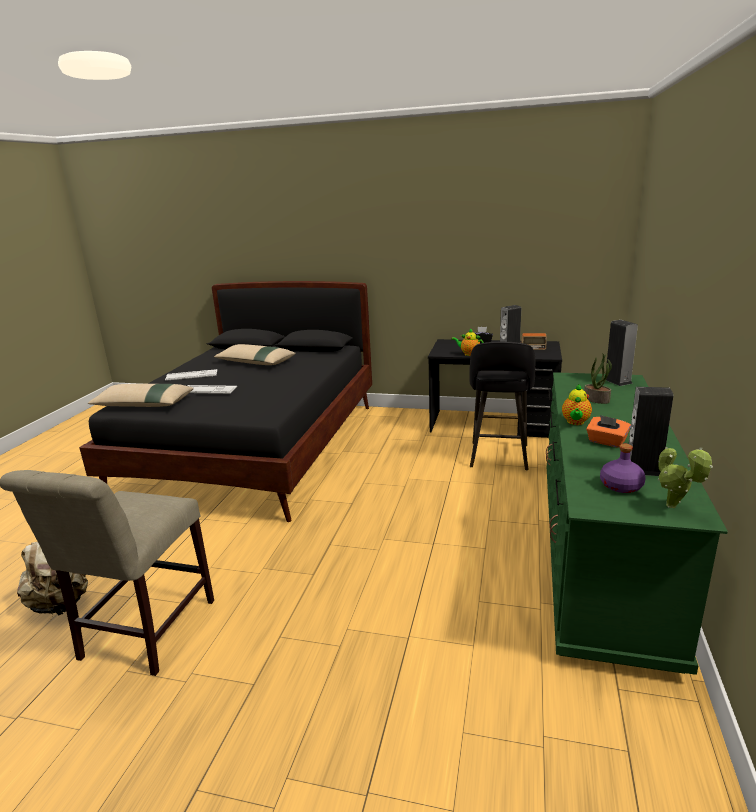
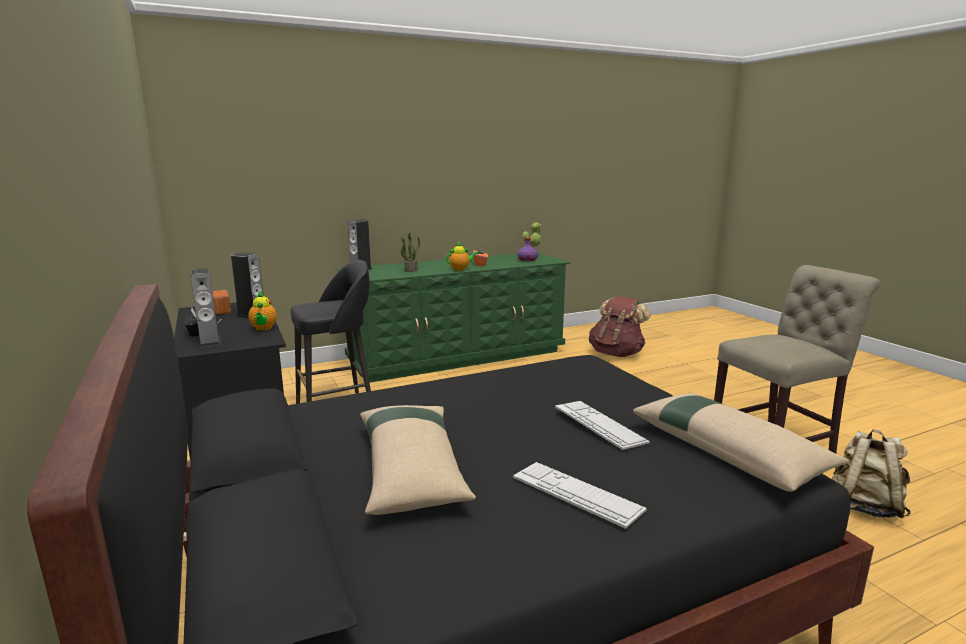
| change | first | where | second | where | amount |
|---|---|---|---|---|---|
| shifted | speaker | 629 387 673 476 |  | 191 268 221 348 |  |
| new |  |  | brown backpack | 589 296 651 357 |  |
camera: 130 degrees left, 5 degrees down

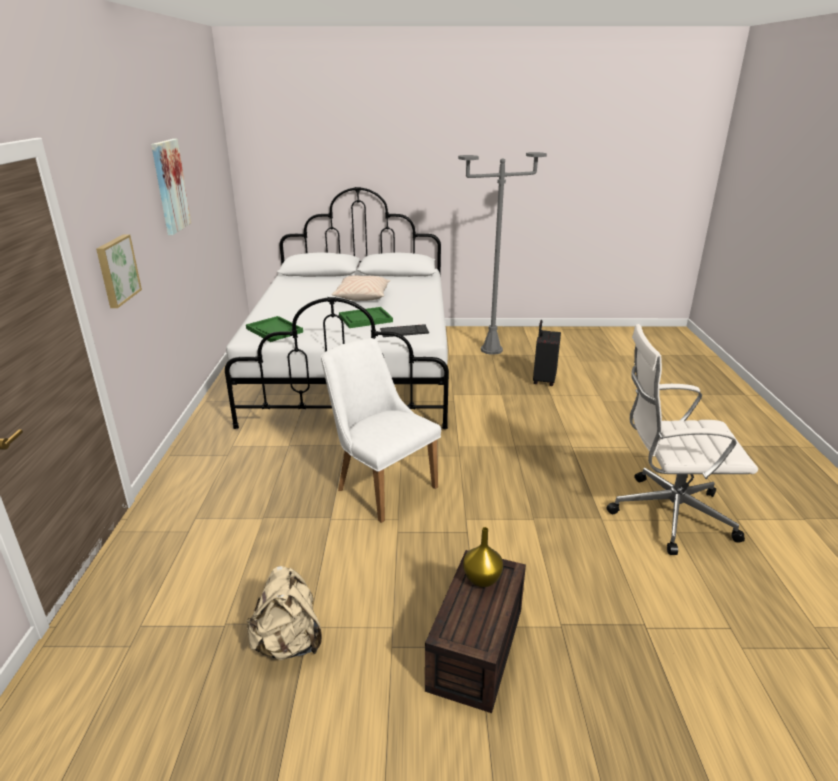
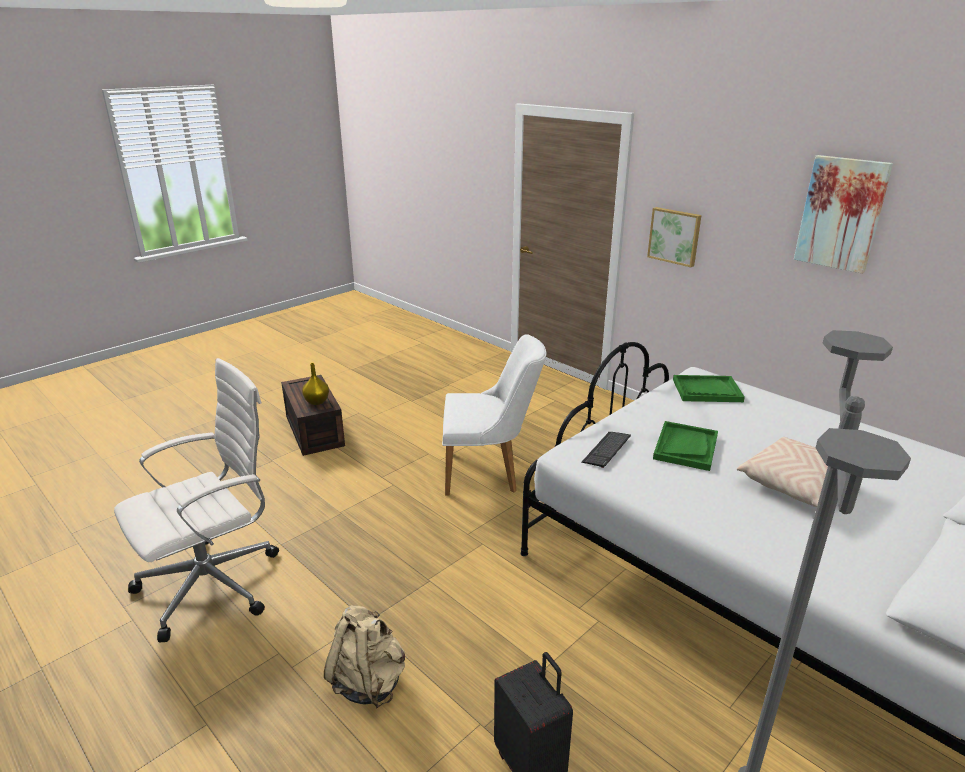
| change | first | where | second | where | amount |
|---|---|---|---|---|---|
| shifted | beige-coloured backpack | 247 566 322 661 |  | 324 605 405 708 |  |
camera: 135 degrees right, 0 degrees up

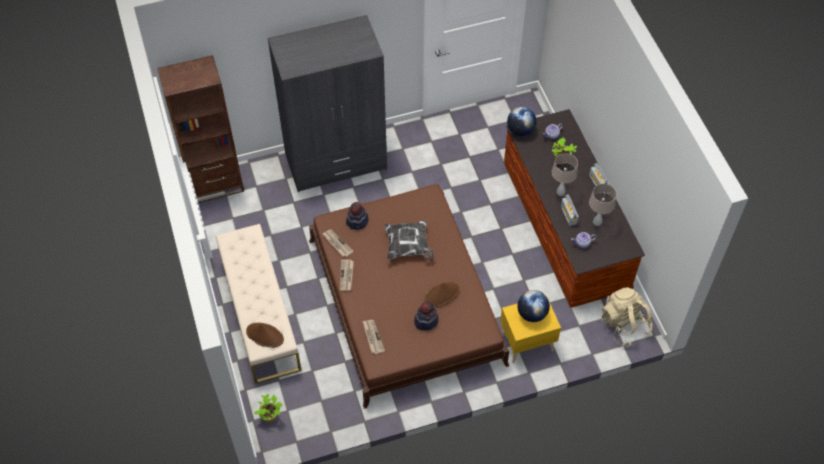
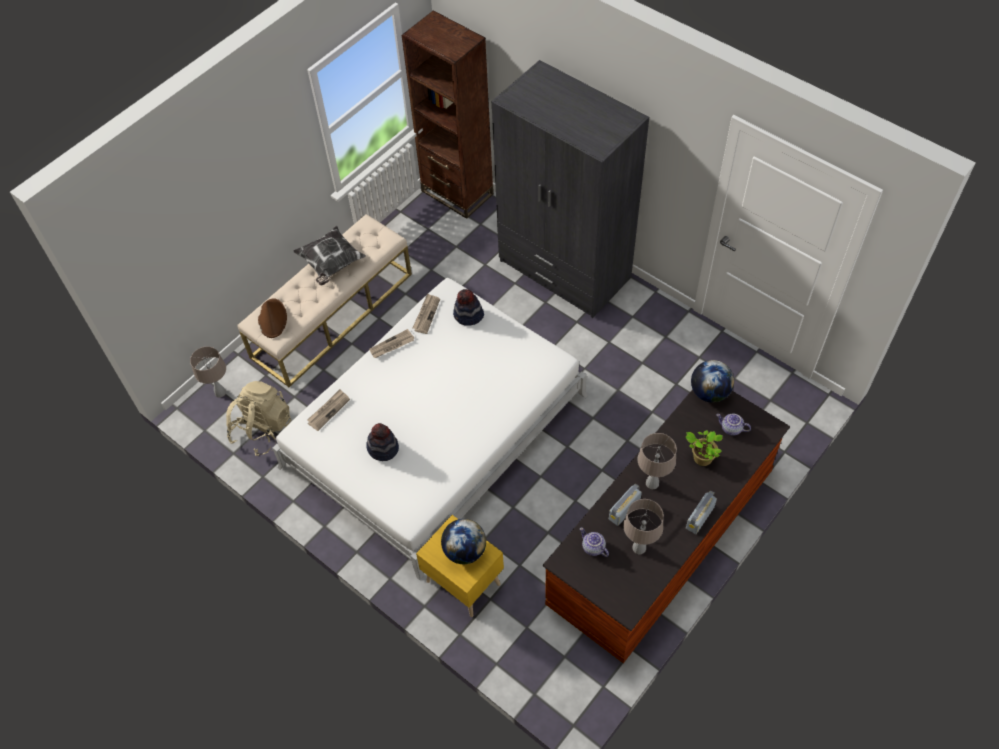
| change | first | where | second | where | amount |
|---|---|---|---|---|---|
| swapped | potted plant | 254 394 283 423 | beige-coloured table lamp | 190 346 226 398 |  |
| repainted | brown sleeping bed | 309 184 510 409 | whitish sleeping bed | 272 278 588 580 |  |
| shifted | cushion | 384 220 434 260 |  | 293 226 366 285 |  |
| gone | brown clothing hat | 424 282 460 307 |  |  |  |
| shifted | beige-coloured backpack | 601 287 653 346 |  | 226 381 291 456 |  |
camera: 60 degrees right, 0 degrees up

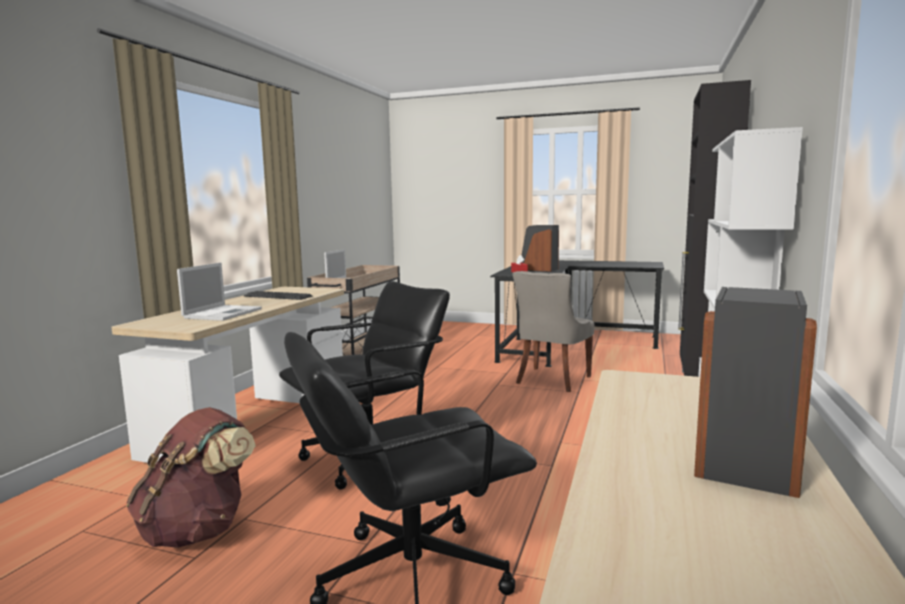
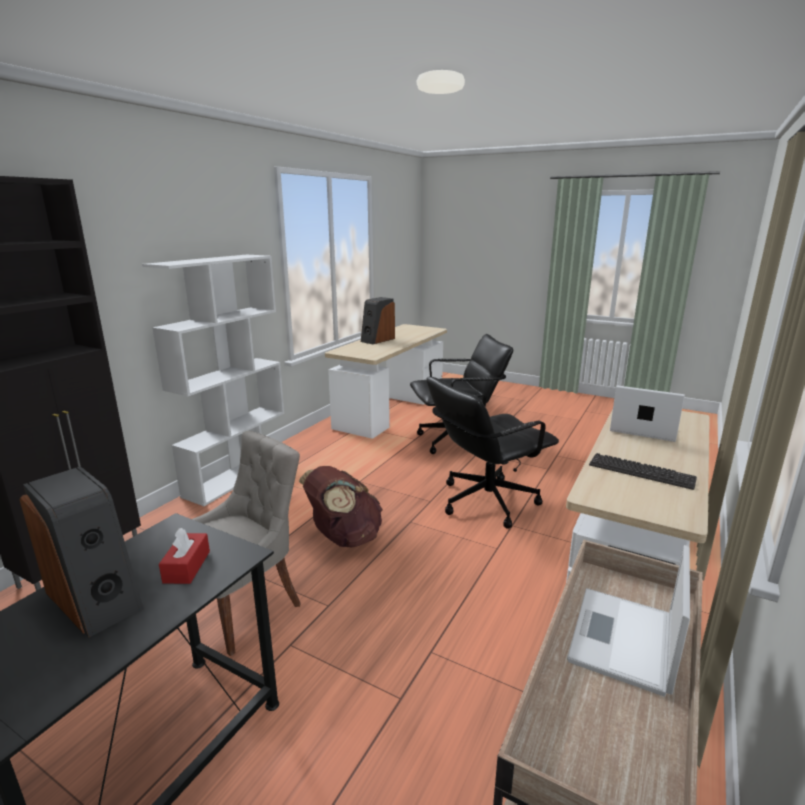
| change | first | where | second | where | amount |
|---|---|---|---|---|---|
| shifted | brown backpack | 126 407 256 548 |  | 299 466 383 548 |  |
| rotated | notebook computer | 177 262 262 321 |  | 610 385 685 442 | 90 degrees clockwise |
camera: 170 degrees left, 10 degrees up

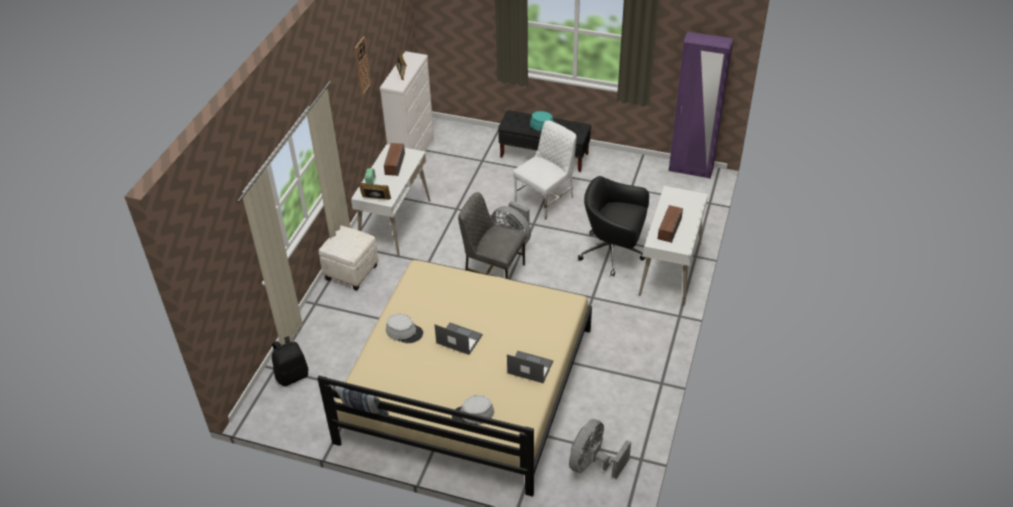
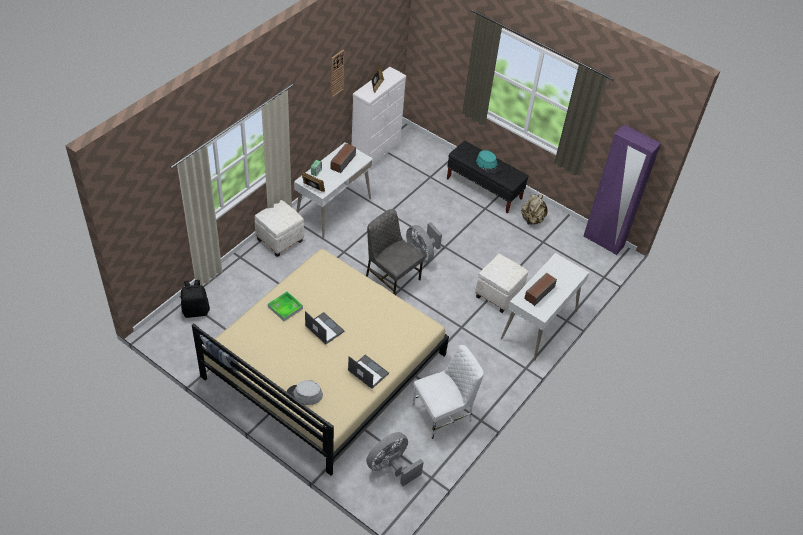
| change | first | where | second | where | amount |
|---|---|---|---|---|---|
| swapped | greyish clothing hat | 386 314 423 343 | carrying tray | 268 291 303 321 |  |
| shifted | whitish chair | 513 120 577 220 |  | 412 345 484 439 |  |
| swapped | blackish office chair | 578 176 649 276 | whitish ottoman | 475 254 528 313 |  |
| new |  |  | beige-coloured backpack | 521 194 547 225 |  |
camera: 15 degrees right, 5 degrees up

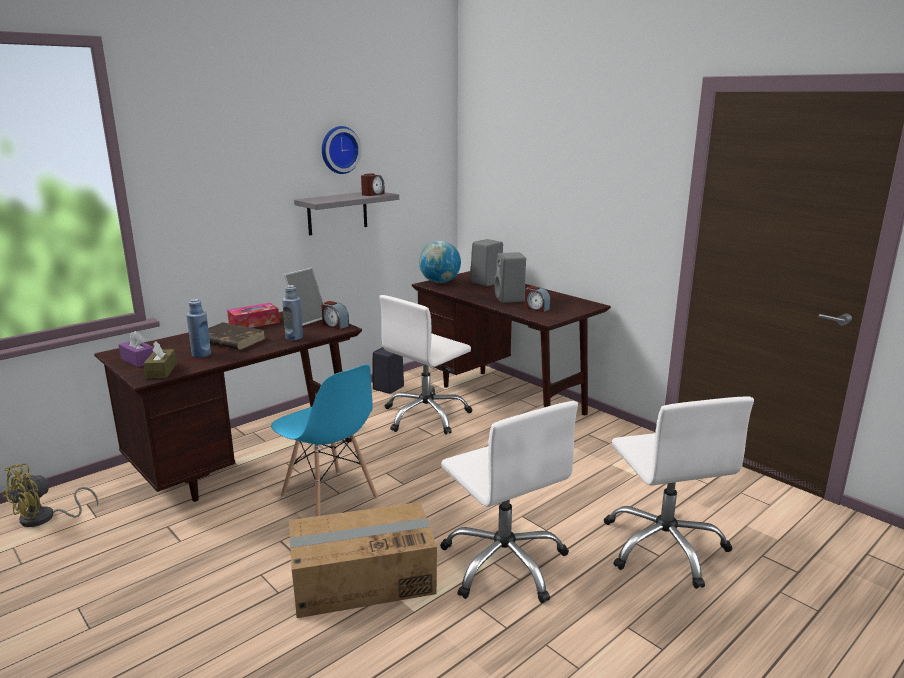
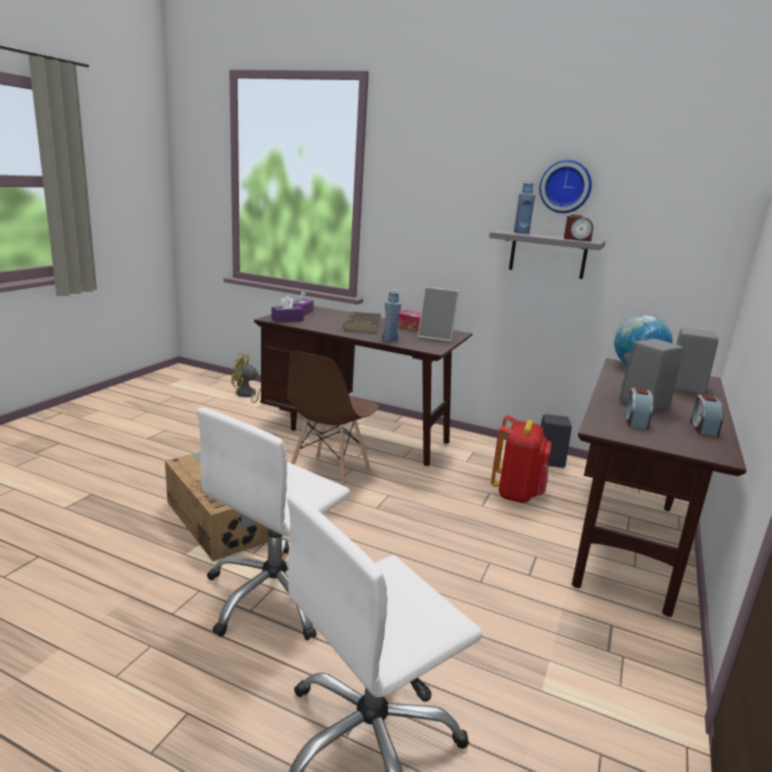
| change | first | where | second | where | amount |
|---|---|---|---|---|---|
| repainted | brown tissue box | 143 341 177 379 | purple tissue box | 271 296 304 322 |  |
| shifted | bluish beverage bottle | 186 299 211 358 |  | 514 181 535 234 |  |
| repainted | bluish chair | 271 364 378 516 | brown chair | 287 351 379 486 |  |
| shifted | table clock | 321 301 349 329 |  | 690 394 724 436 |  |
| swapped | whitish office chair | 379 295 472 435 | red backpack | 491 415 552 503 |  |
camera: 65 degrees right, 0 degrees up

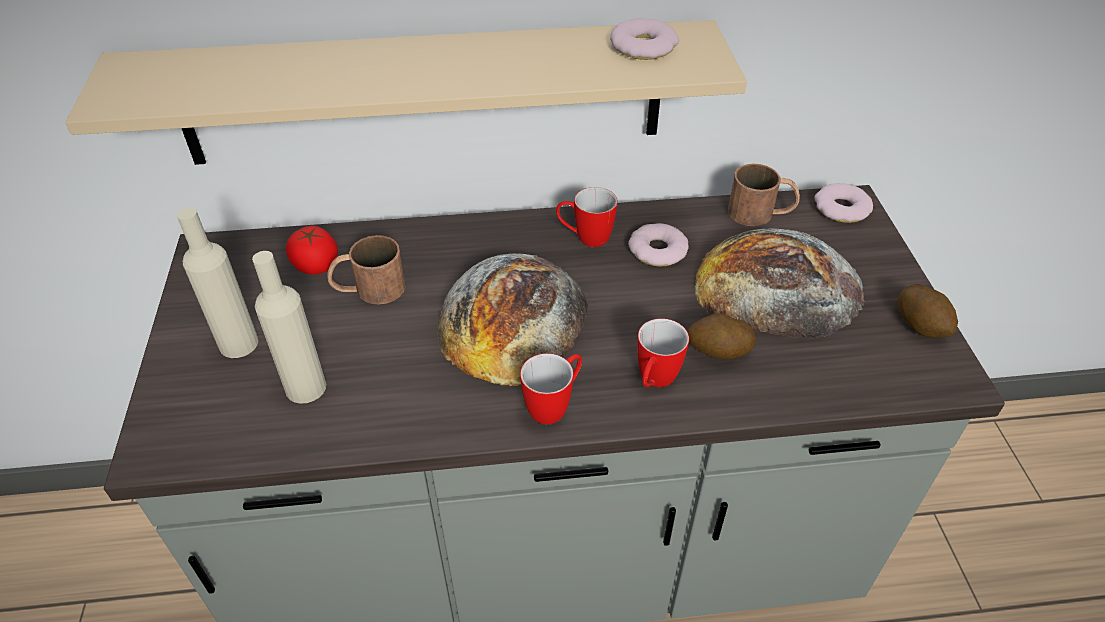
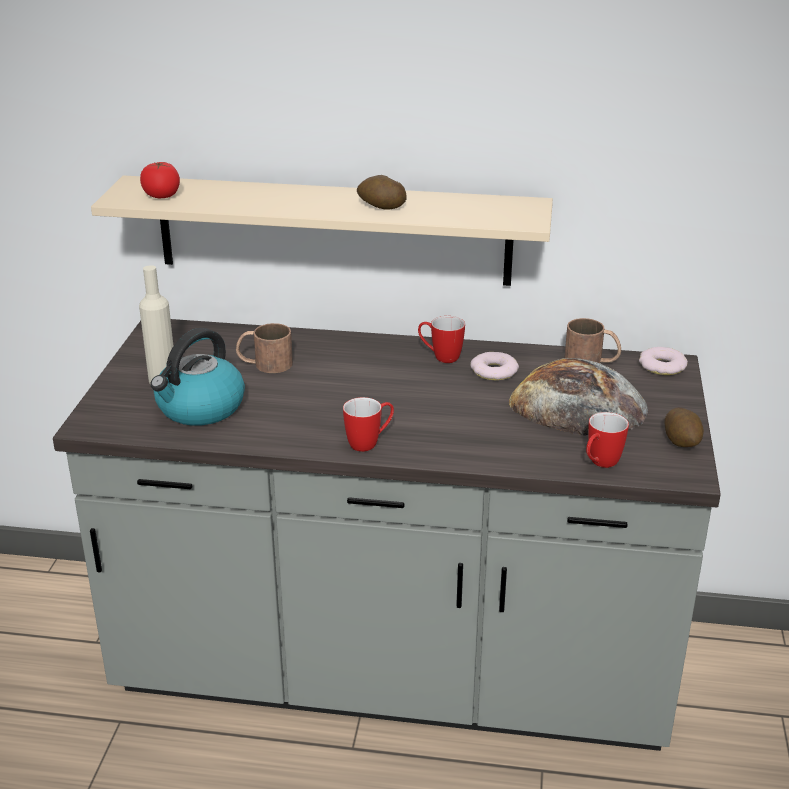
| change | first | where | second | where | amount |
|---|---|---|---|---|---|
| swapped | beige-coloured beverage bottle | 252 251 326 404 | kettle | 150 328 245 426 |  |
| shifted | fresh tomato | 286 225 338 275 |  | 140 162 180 198 |  |
| gone | bakery bread | 437 253 589 386 |  |  |  |
| gone | donut | 610 18 679 60 |  |  |  |
| shifted | tea mug | 637 318 689 387 |  | 586 412 629 468 |  |
| shifted | spud | 687 313 756 359 |  | 357 175 407 210 |  |
camera: 15 degrees right, 15 degrees down

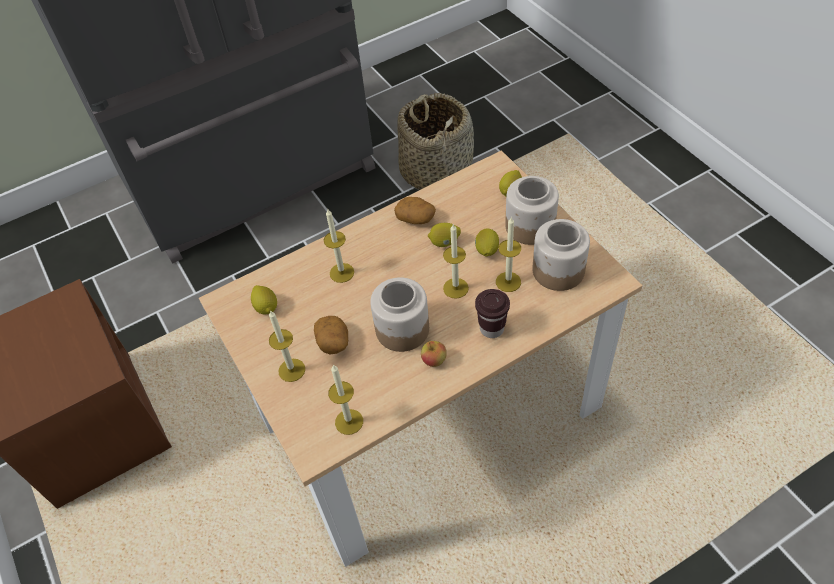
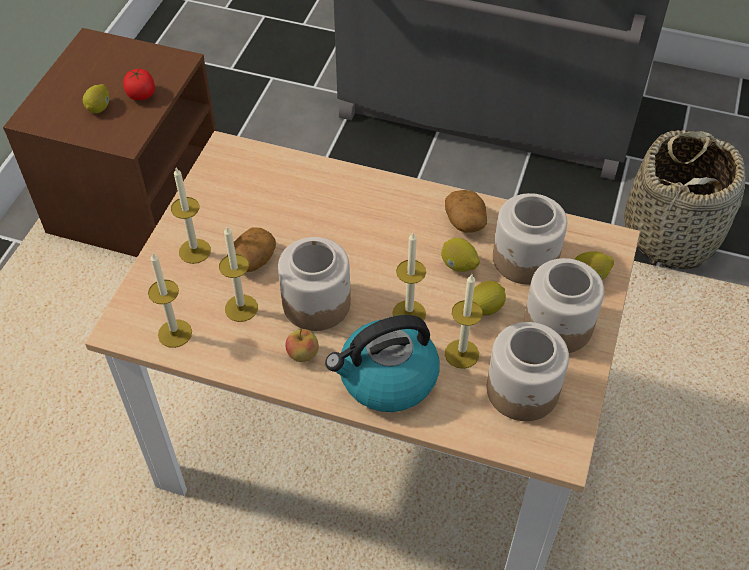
| change | first | where | second | where | amount |
|---|---|---|---|---|---|
| shifted | whole lemon | 251 285 277 315 |  | 83 84 110 113 |  |
| shifted | wax candle | 324 209 354 283 |  | 219 227 258 322 |  |
| swapped | brown cup | 475 289 510 338 | kettle | 325 315 439 412 |  |
| new |  |  | fresh tomato | 123 69 155 100 |  |
| new |  |  | storage jar | 493 193 567 284 |  |
camera: 45 degrees right, 0 degrees up

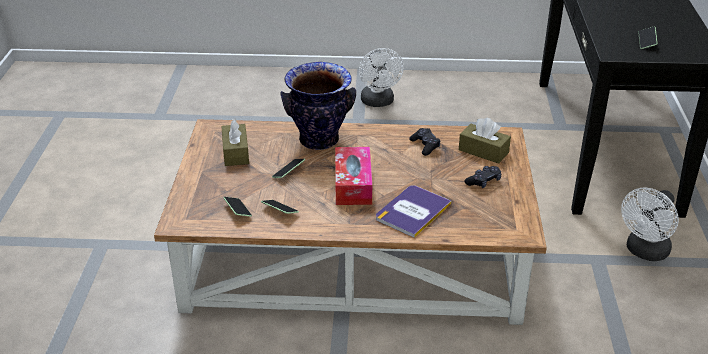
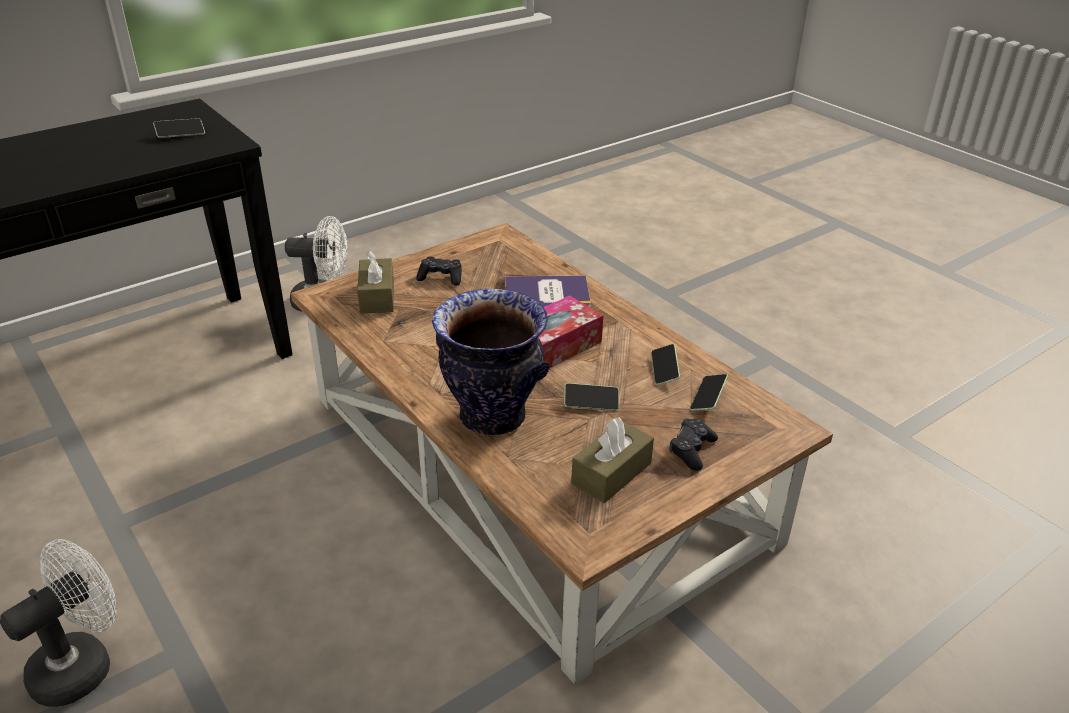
| change | first | where | second | where | amount |
|---|---|---|---|---|---|
| shifted | blackish gamepad | 409 128 440 156 |  | 669 418 718 471 |  |
camera: 130 degrees left, 0 degrees up

